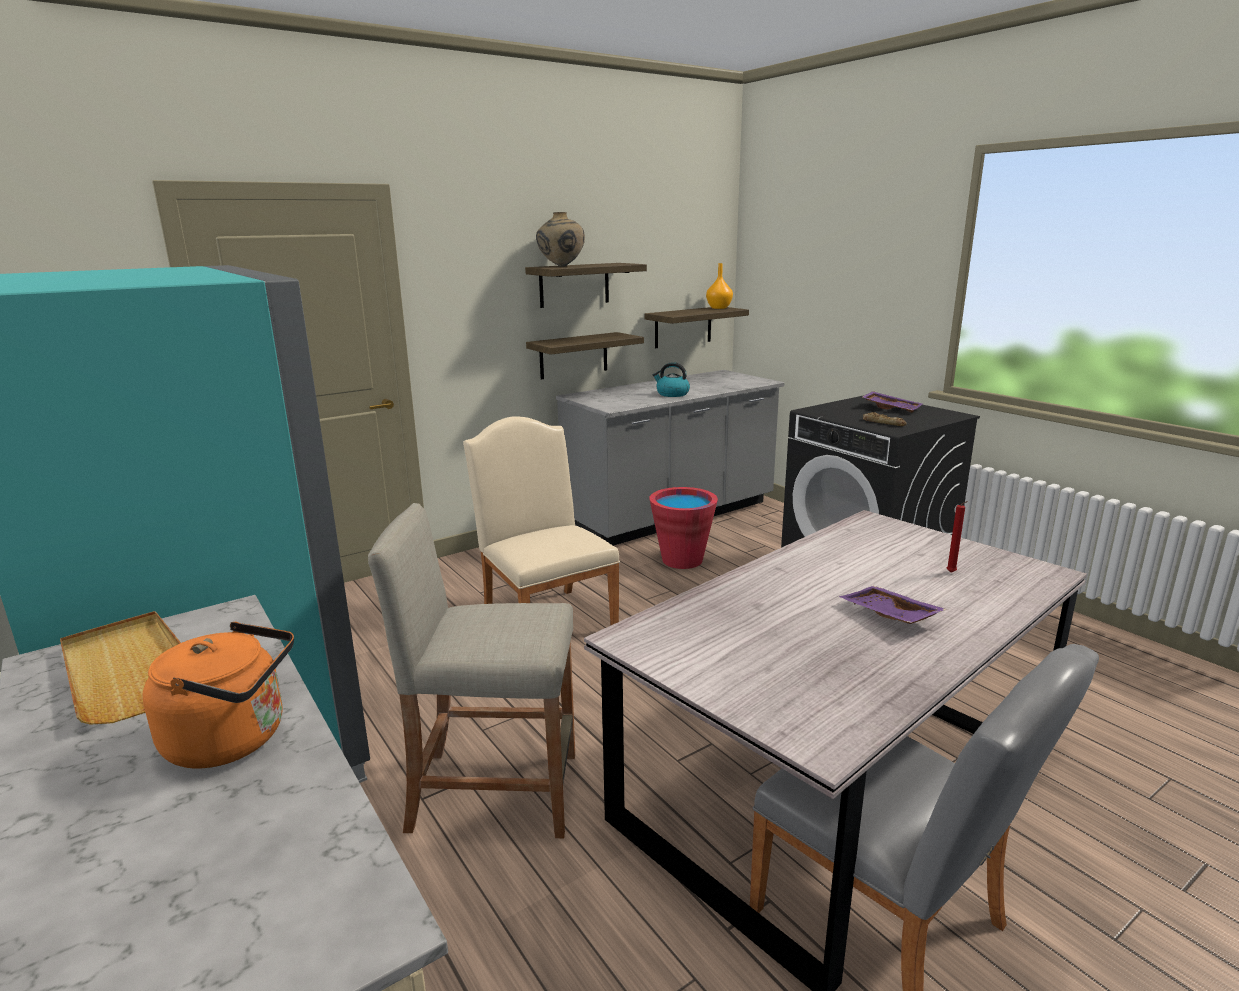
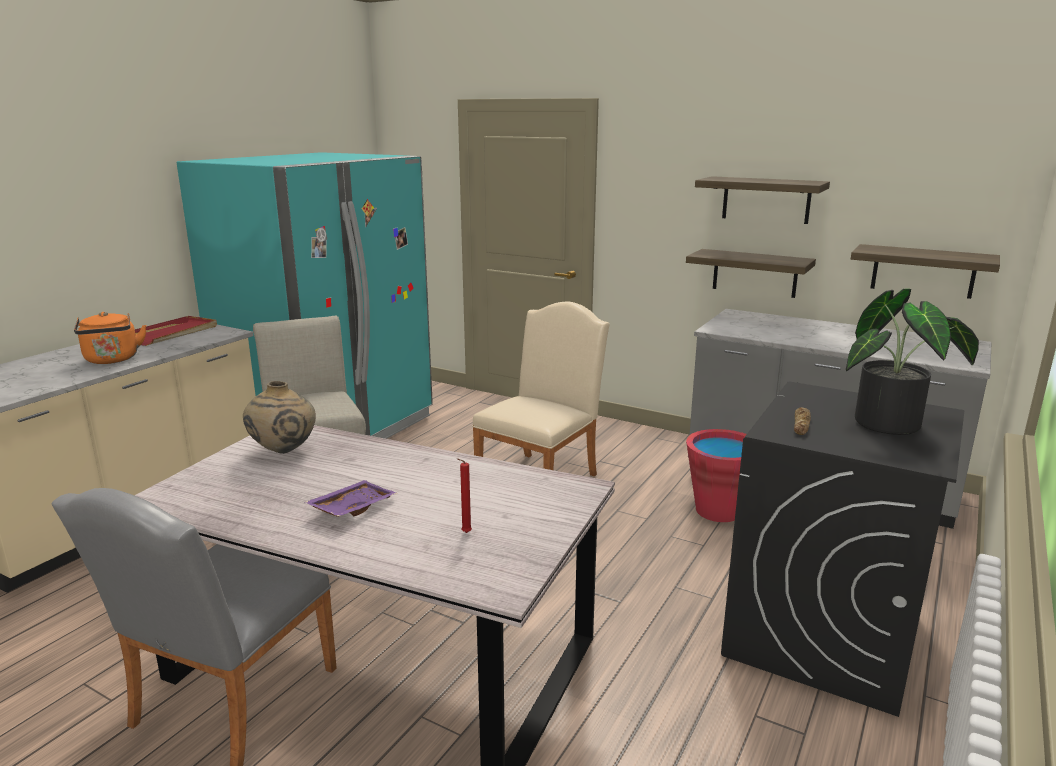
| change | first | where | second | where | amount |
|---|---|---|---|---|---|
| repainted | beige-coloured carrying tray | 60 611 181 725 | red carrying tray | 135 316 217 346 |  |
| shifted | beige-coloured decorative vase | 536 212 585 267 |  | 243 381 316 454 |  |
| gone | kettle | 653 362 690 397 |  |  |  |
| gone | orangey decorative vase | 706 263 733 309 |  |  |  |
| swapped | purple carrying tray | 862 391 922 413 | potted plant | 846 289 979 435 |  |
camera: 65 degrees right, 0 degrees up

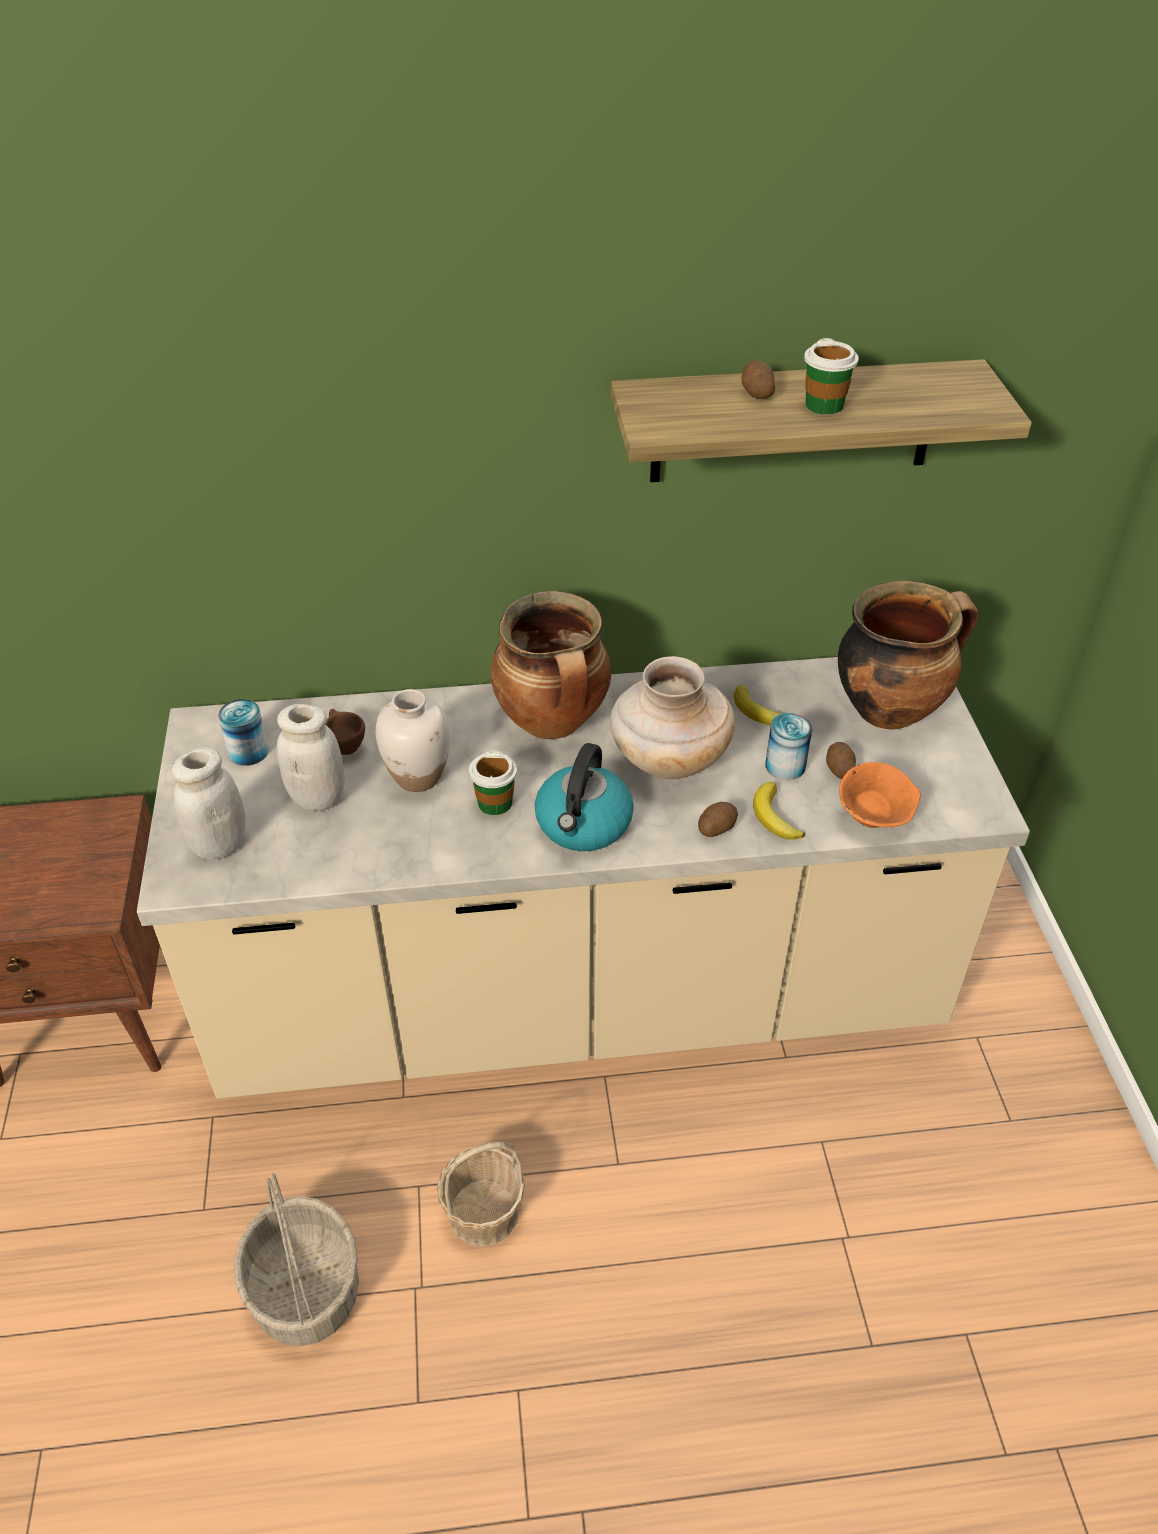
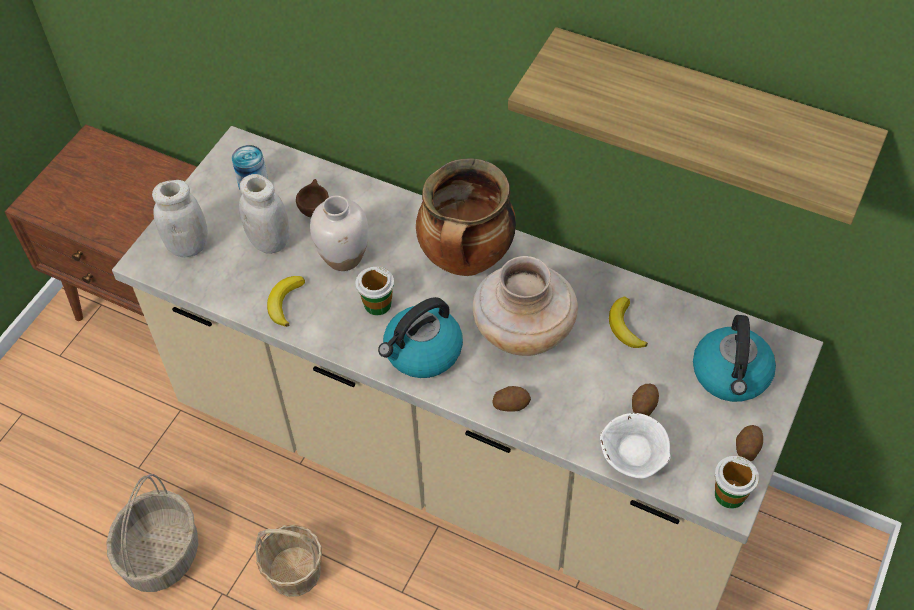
| change | first | where | second | where | amount |
|---|---|---|---|---|---|
| shifted | spud | 741 360 775 399 |  | 736 425 763 461 |  |
| shifted | banana fruit | 753 782 805 840 |  | 267 276 305 327 |  |
| gone | metal can | 765 713 812 780 |  |  |  |
| shifted | cup | 804 338 859 415 |  | 715 456 759 509 |  |
| swapped | stockpot | 838 581 979 730 | kettle | 693 315 776 402 |  |
| repainted | orangey serving bowl | 839 762 921 828 | whitish serving bowl | 600 413 671 478 |  |
camera: 35 degrees right, 10 degrees up

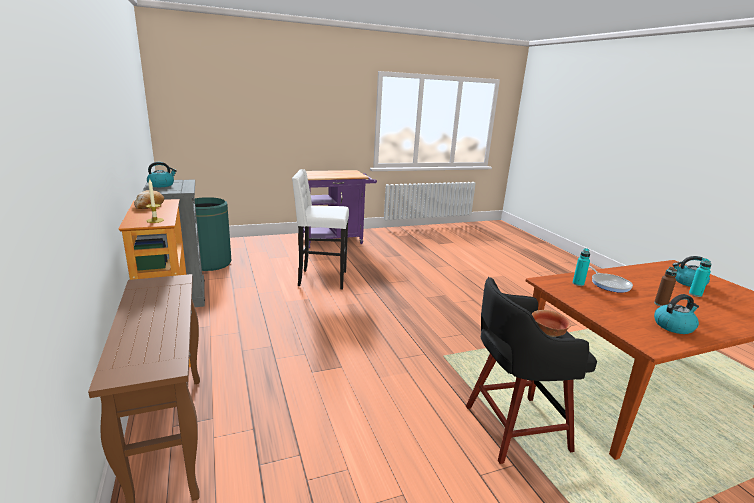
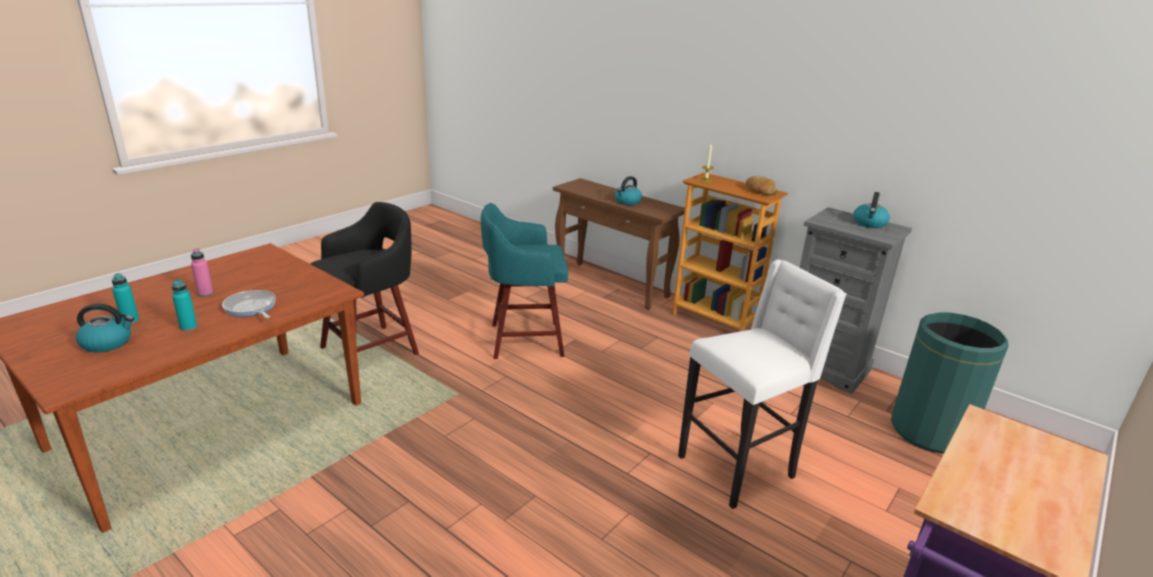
| change | first | where | second | where | amount |
|---|---|---|---|---|---|
| gone | serving bowl | 532 310 571 337 |  |  |  |
| shifted | blue-green beverage bottle | 572 248 590 286 |  | 172 279 197 331 |  |
| repainted | brown beverage bottle | 654 267 677 306 | pink-coloured beverage bottle | 191 248 213 297 |  |
| shifted | kettle | 654 294 699 334 |  | 615 176 642 205 |  |
| new |  |  | blue-green sitting stool | 481 203 568 359 |  |
camera: 150 degrees right, 5 degrees up

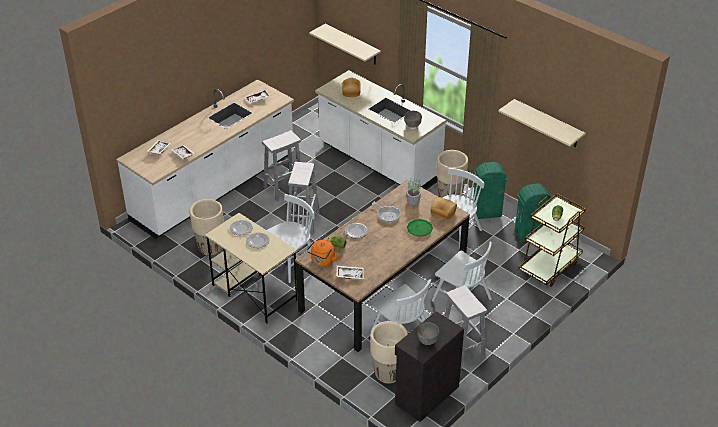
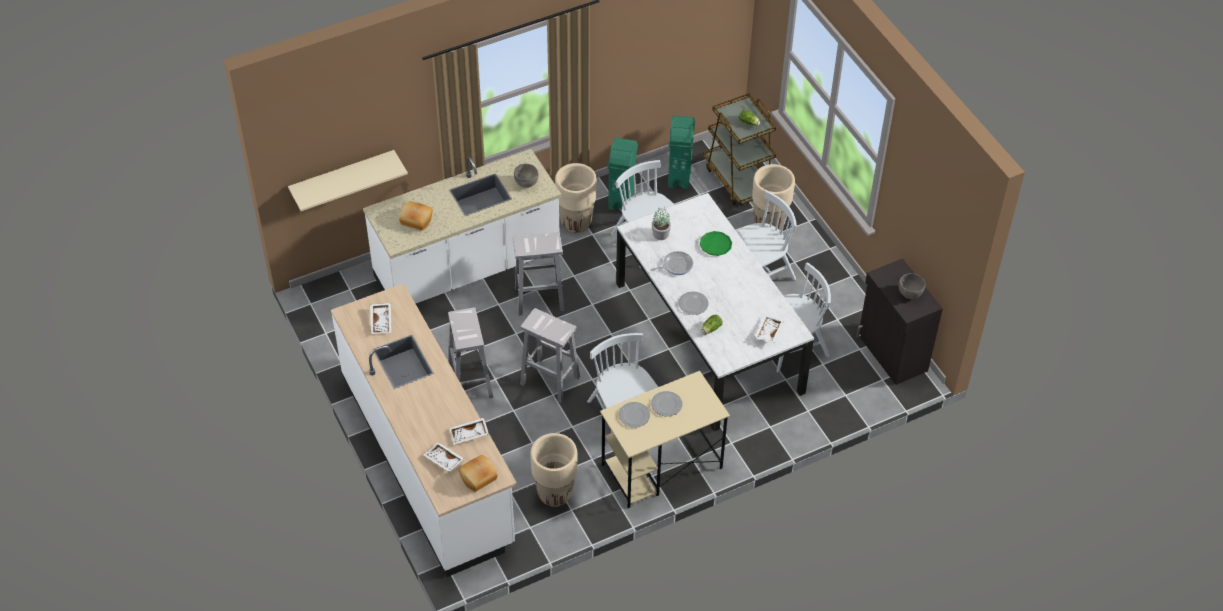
| change | first | where | second | where | amount |
|---|---|---|---|---|---|
| repainted | brown kitchen table | 295 180 470 352 | whitish kitchen table | 616 193 814 432 |  |
| gone | orangey kettle | 307 240 338 267 |  |  |  |
| shifted | beige-coloured plant pot | 370 321 408 384 |  | 752 164 795 230 |  |
| shifted | bakery bread | 430 198 457 220 |  | 459 455 498 492 |  |
| shifted | whitish sitting stool | 445 285 487 369 |  | 513 232 565 316 |  |
| gone | beige-coloured wall shelf | 498 99 586 147 |  |  |  |
camera: 70 degrees left, 10 degrees up

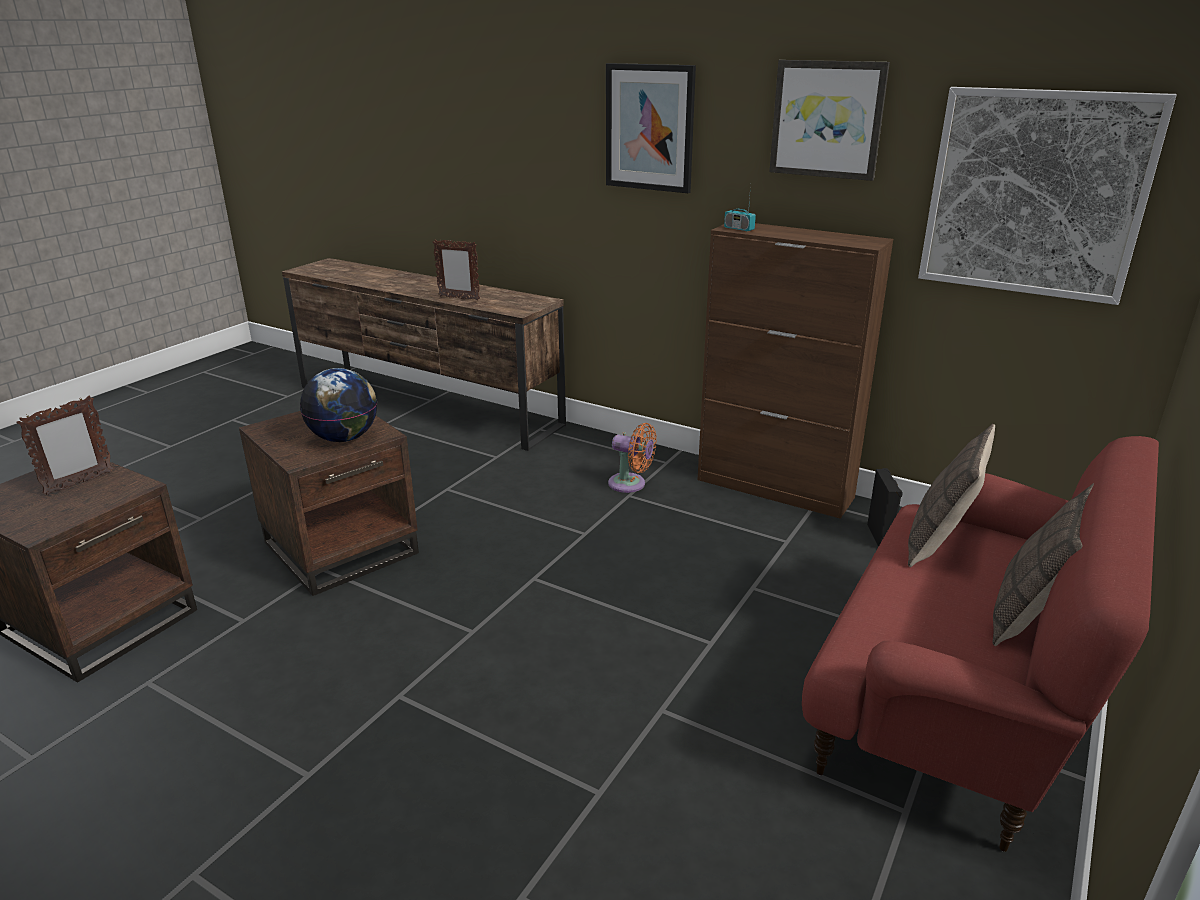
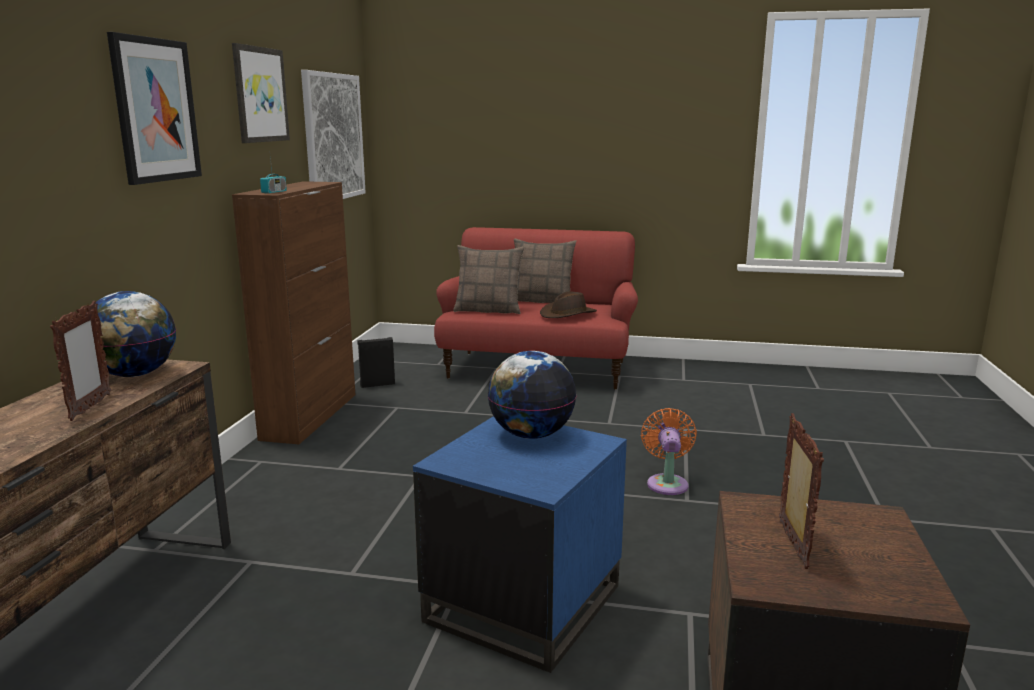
| change | first | where | second | where | amount |
|---|---|---|---|---|---|
| rotated | photo frame | 16 396 114 496 |  | 779 413 824 569 | 75 degrees clockwise |
| repainted | brown accent table | 239 411 419 596 | bluish accent table | 413 416 627 673 |  |
| shifted | orangey fan | 608 423 657 493 |  | 641 408 697 495 |  |
| new |  |  | globe | 86 291 176 377 |  |
| new |  |  | brown clothing hat | 540 291 597 318 |  |
camera: 110 degrees left, 10 degrees down

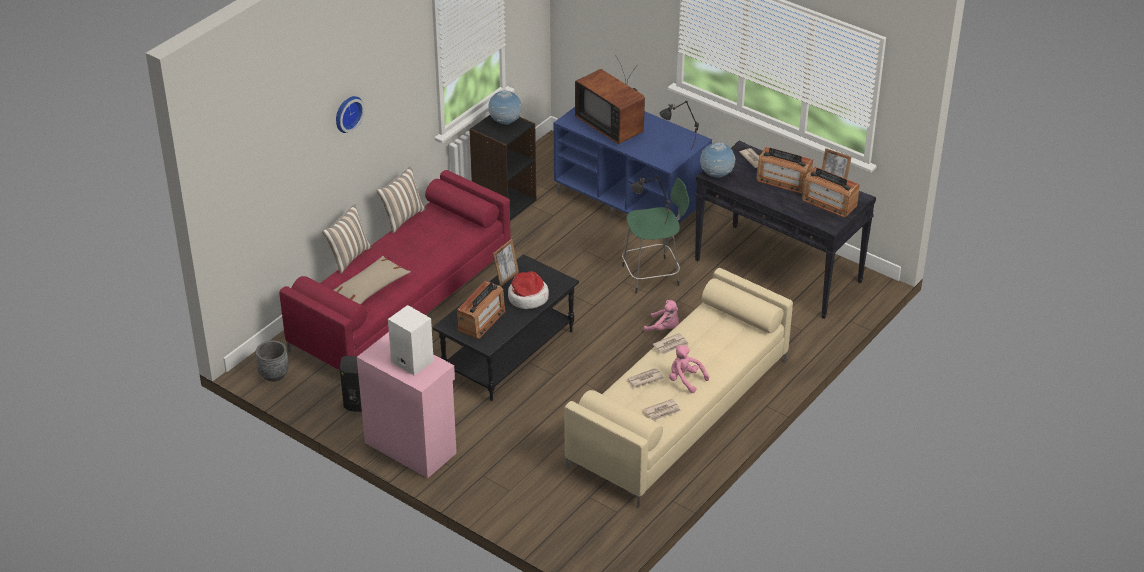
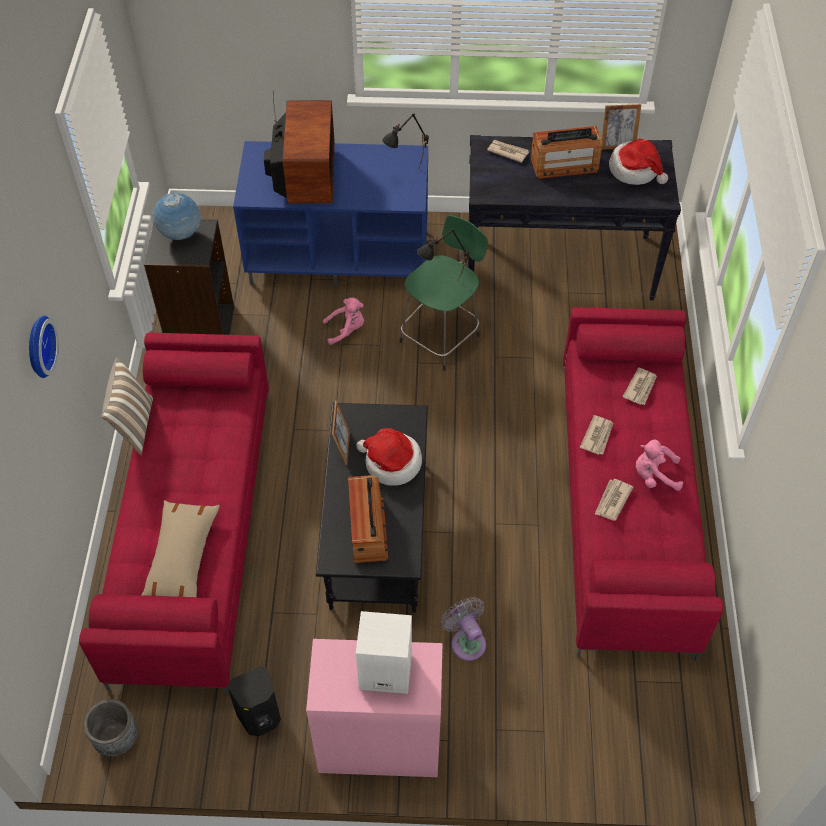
| change | first | where | second | where | amount |
|---|---|---|---|---|---|
| gone | cushion | 322 204 371 274 |  |  |  |
| repainted | beige-coloured settee | 565 268 793 508 | red settee | 563 307 723 661 |  |
| rotated | television | 575 55 645 144 |  | 264 92 335 204 | 105 degrees counterclockwise |
| shifted | daily paper | 643 399 681 421 |  | 623 367 657 405 |  |
| shifted | pink-coloured plush toy | 644 300 679 332 |  | 323 297 364 345 |  |
| gone | globe | 700 142 735 178 |  |  |  |
| swapped | radio receiver | 802 167 860 218 | clothing hat | 609 139 668 185 |  |
| new |  |  | greyish fan | 441 597 486 661 |  |
camera: 35 degrees left, 15 degrees up

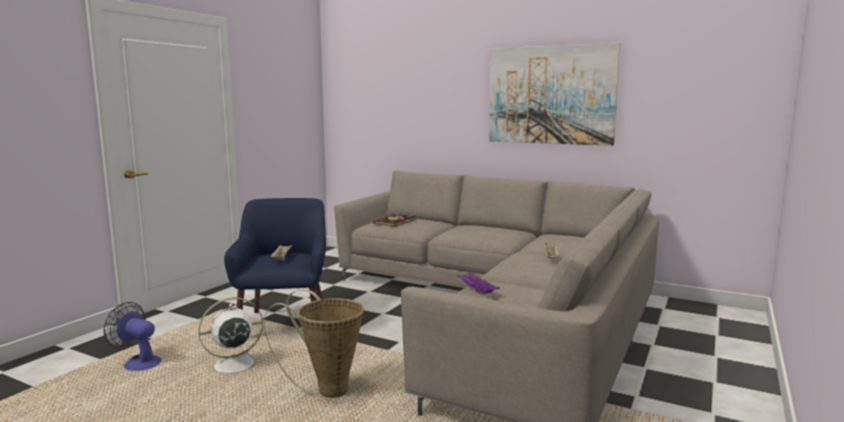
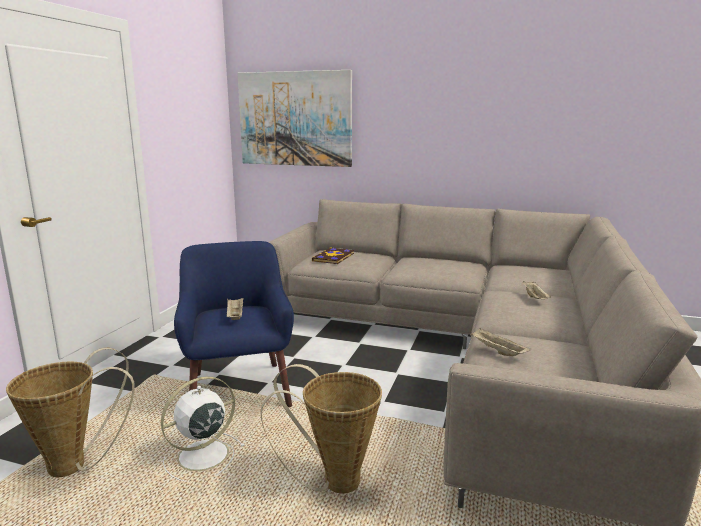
| change | first | where | second | where | amount |
|---|---|---|---|---|---|
| swapped | fan | 104 302 162 371 | basket | 6 348 135 477 |  |
| repainted | purple carrying tray | 457 272 499 294 | beige-coloured carrying tray | 470 328 531 356 |  |
| shifted | wall picture | 489 43 621 146 |  | 237 70 352 167 |  |
camera: 10 degrees left, 5 degrees up

